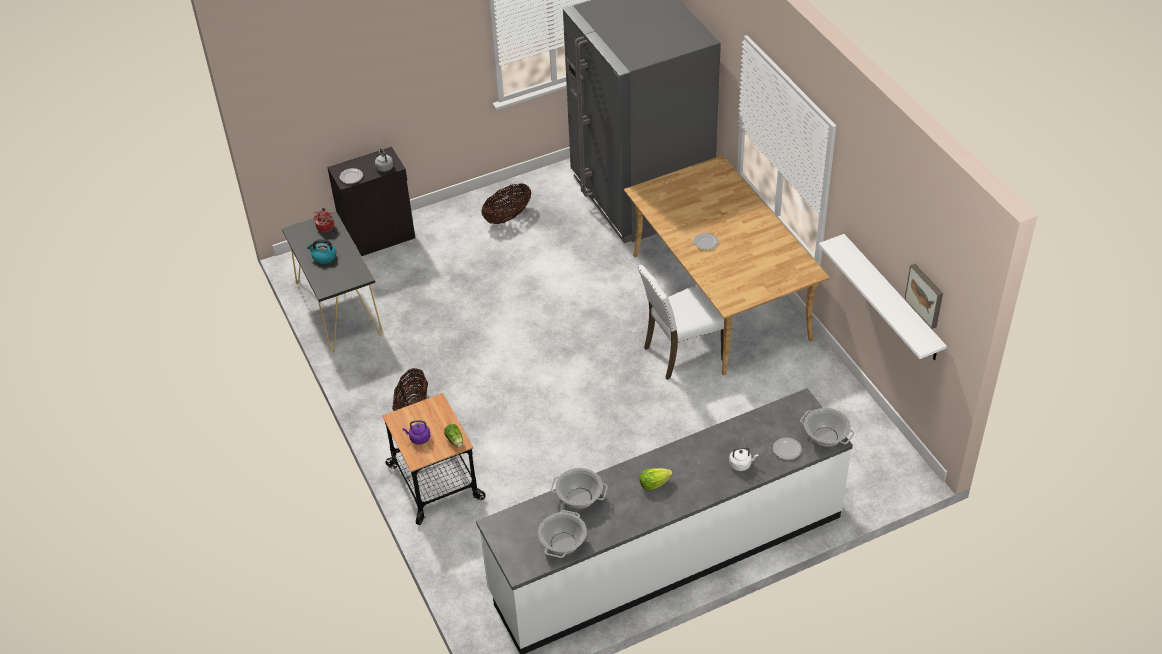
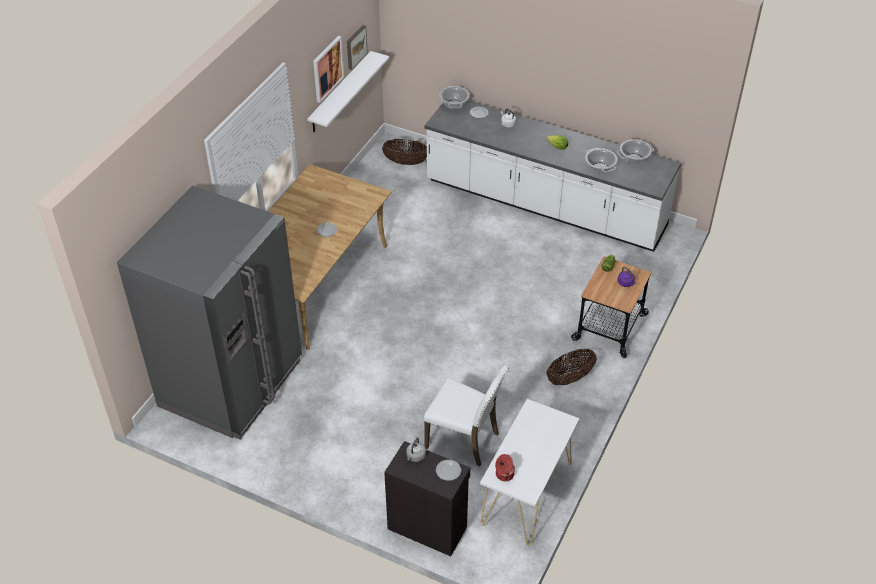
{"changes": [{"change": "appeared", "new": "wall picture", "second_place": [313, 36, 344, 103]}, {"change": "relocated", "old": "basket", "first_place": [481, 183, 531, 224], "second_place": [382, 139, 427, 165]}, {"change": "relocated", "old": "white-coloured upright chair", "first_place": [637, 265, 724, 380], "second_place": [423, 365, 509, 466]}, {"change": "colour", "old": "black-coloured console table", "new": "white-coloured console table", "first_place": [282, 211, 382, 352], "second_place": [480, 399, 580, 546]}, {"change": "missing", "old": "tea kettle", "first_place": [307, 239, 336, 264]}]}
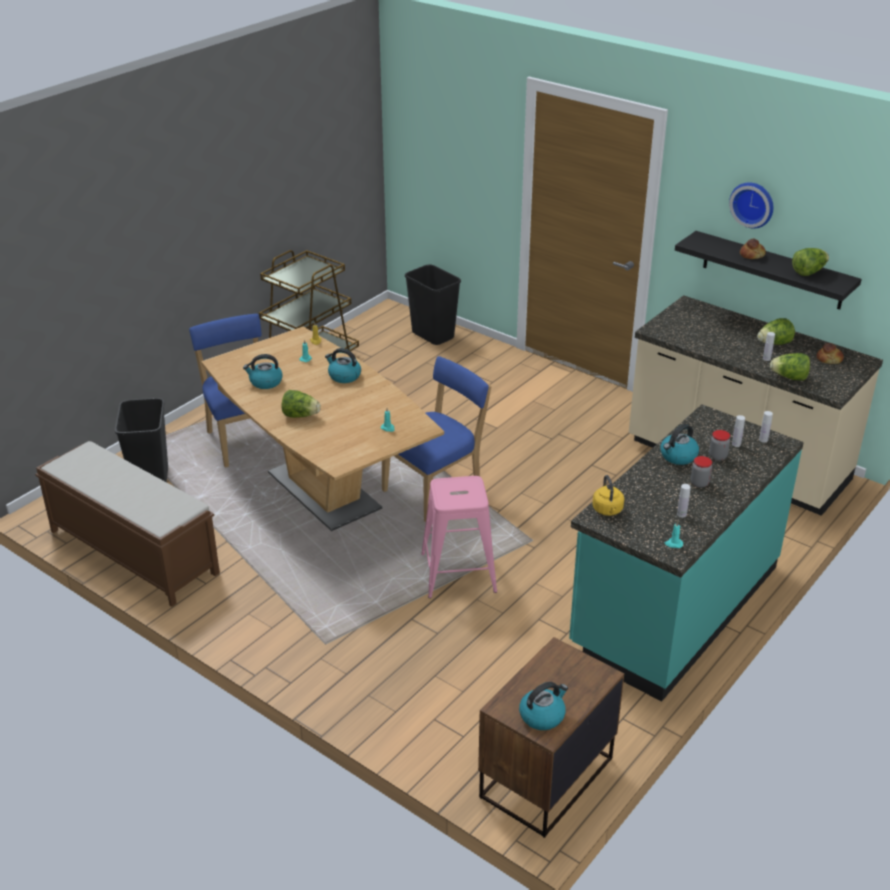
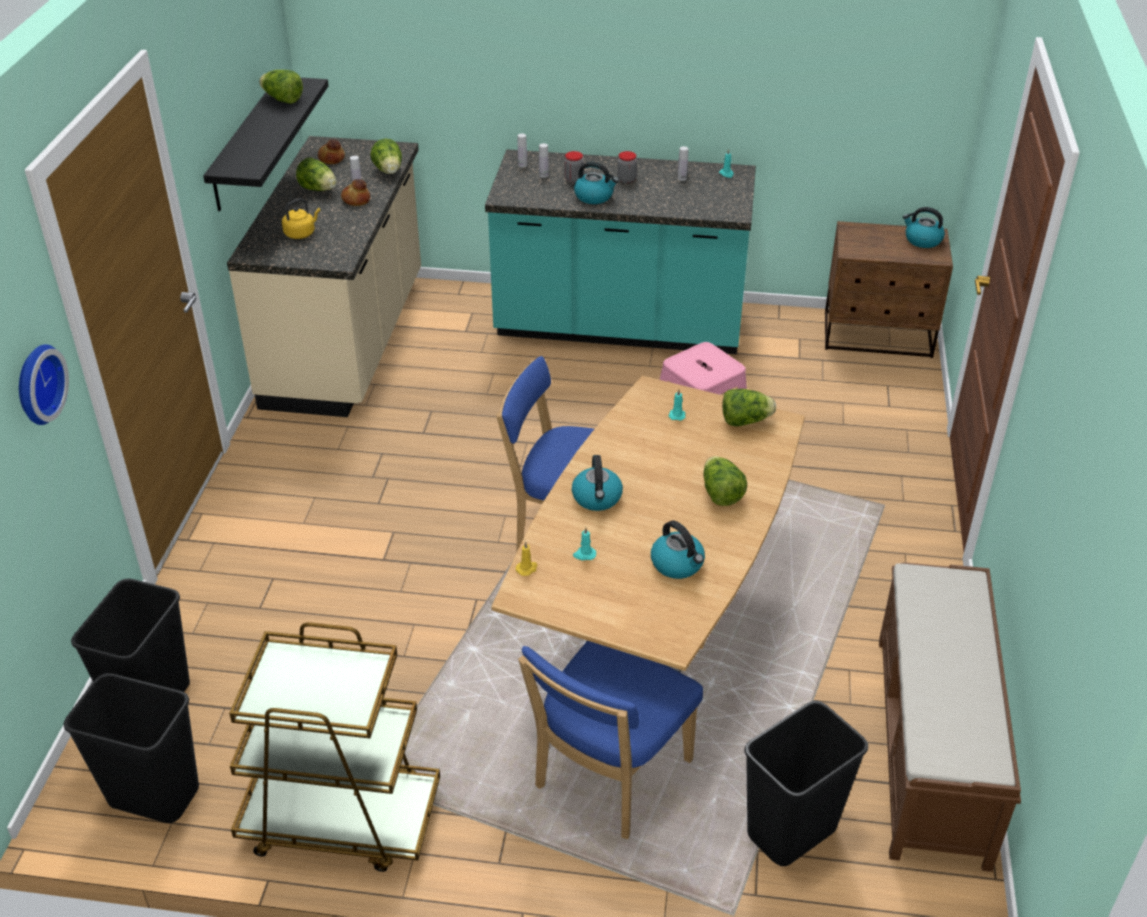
{"changes": [{"change": "relocated", "old": "clock on the wall", "first_place": [729, 182, 773, 229], "second_place": [19, 344, 69, 425]}, {"change": "appeared", "new": "black-coloured waste bin", "second_place": [64, 673, 199, 823]}, {"change": "relocated", "old": "yellowish tea kettle", "first_place": [592, 475, 624, 516], "second_place": [282, 198, 320, 239]}, {"change": "relocated", "old": "baked bread", "first_place": [740, 238, 766, 259], "second_place": [341, 179, 370, 206]}, {"change": "appeared", "new": "lettuce head", "second_place": [722, 389, 776, 426]}]}
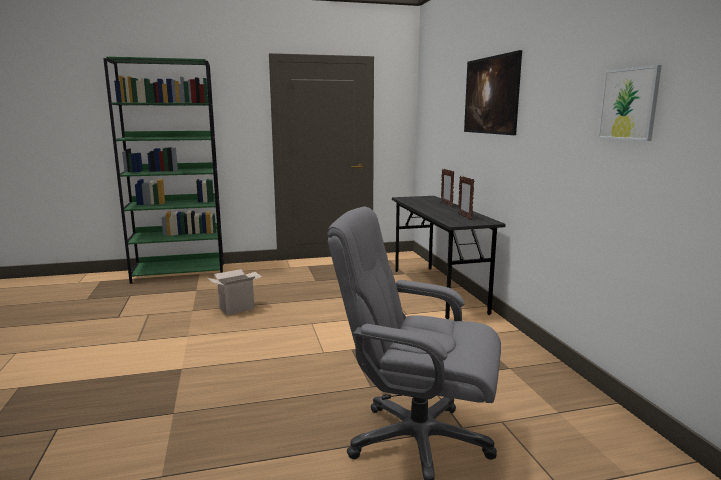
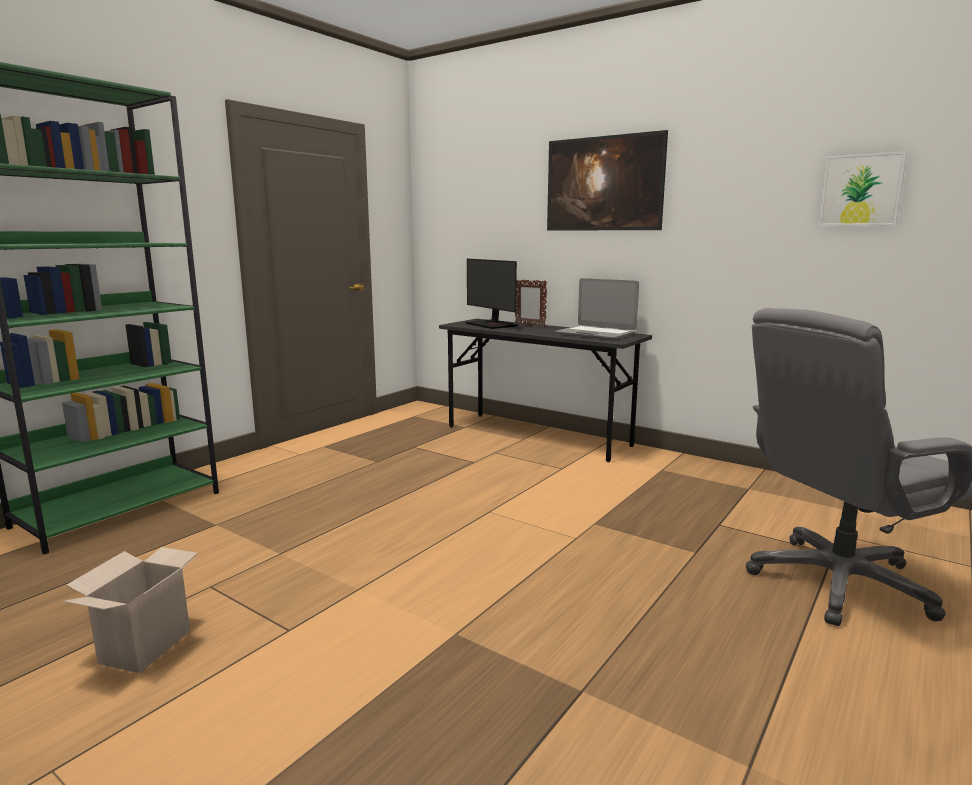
{"changes": [{"change": "relocated", "old": "carton", "first_place": [208, 269, 262, 315], "second_place": [63, 547, 198, 673]}, {"change": "appeared", "new": "monitor", "second_place": [465, 259, 518, 329]}, {"change": "exchanged", "old": "photo frame", "new": "notebook computer", "first_place": [458, 176, 474, 220], "second_place": [555, 278, 639, 339]}]}
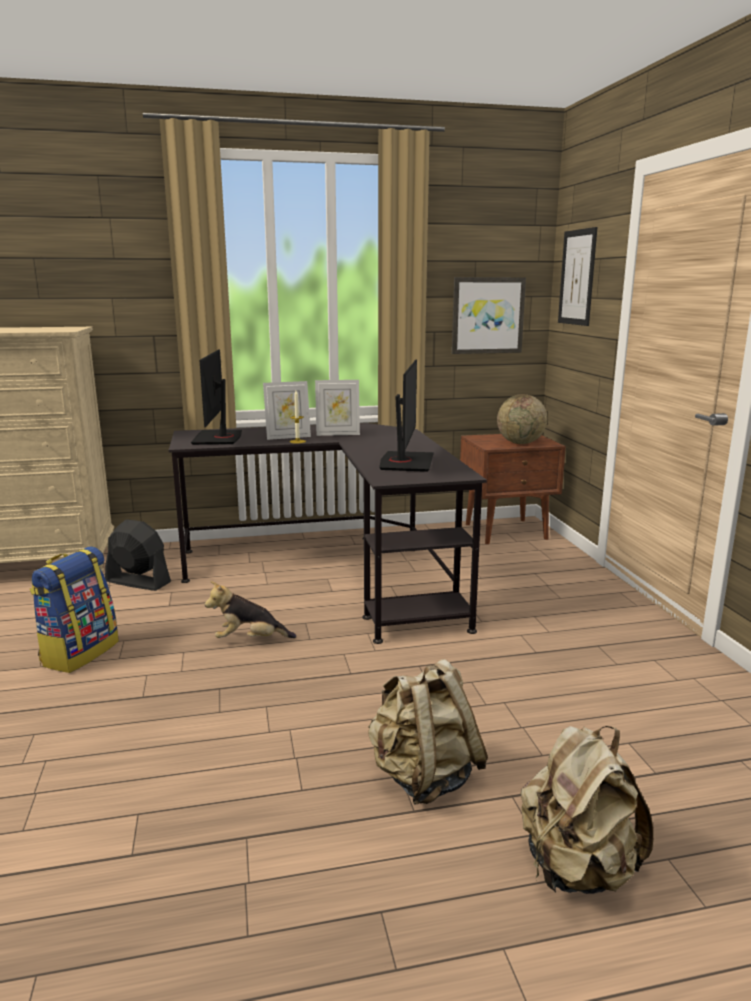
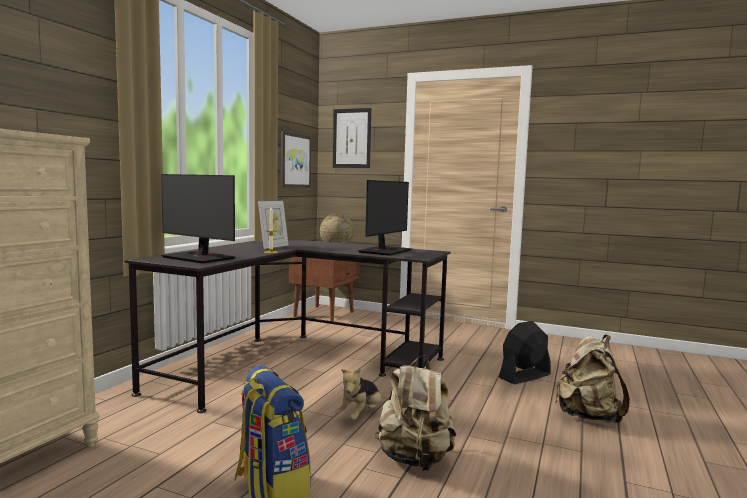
{"changes": [{"change": "spun", "old": "monitor", "first_place": [379, 359, 434, 472], "second_place": [358, 180, 413, 256], "degrees": 75}, {"change": "relocated", "old": "sand-coloured rucksack", "first_place": [521, 726, 653, 894], "second_place": [375, 355, 457, 471]}, {"change": "relocated", "old": "black-coloured fan", "first_place": [105, 519, 171, 591], "second_place": [499, 321, 551, 384]}, {"change": "missing", "old": "photo frame", "first_place": [263, 381, 311, 440]}]}
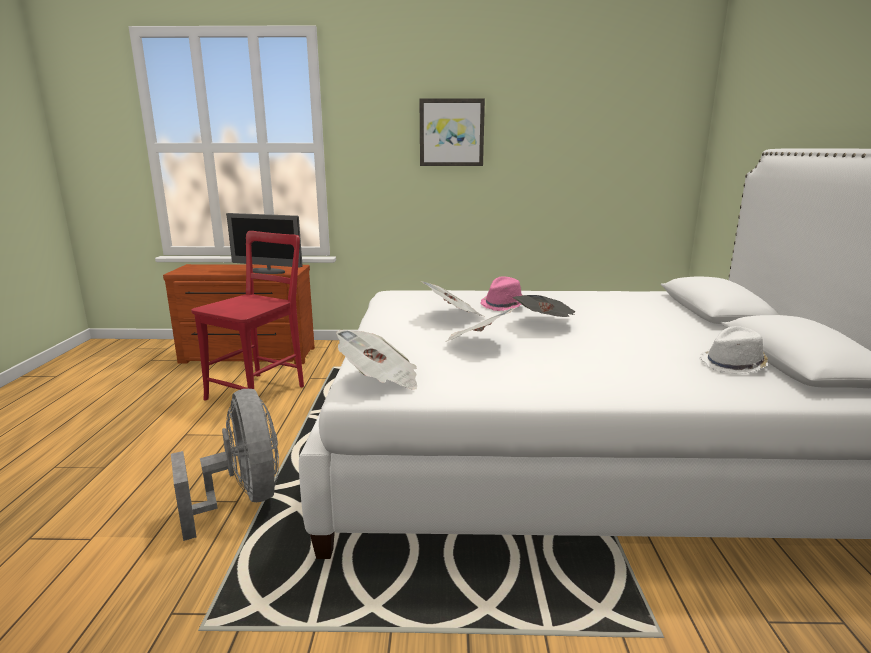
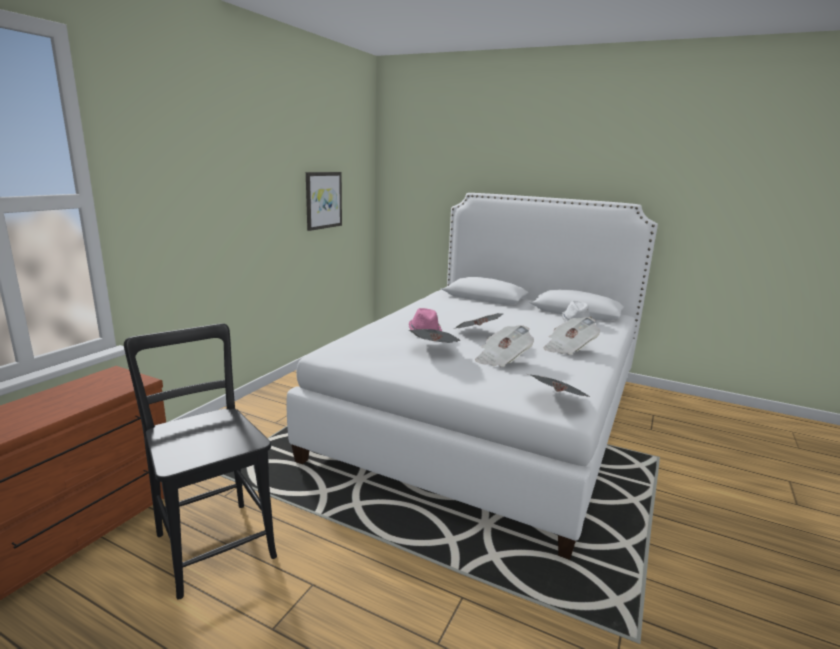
{"changes": [{"change": "colour", "old": "red-coloured upright chair", "new": "black-coloured upright chair", "first_place": [191, 231, 304, 400], "second_place": [124, 323, 277, 600]}, {"change": "relocated", "old": "wall picture", "first_place": [420, 98, 485, 166], "second_place": [306, 172, 342, 231]}, {"change": "appeared", "new": "printed paper", "second_place": [544, 317, 600, 355]}, {"change": "missing", "old": "gray fan", "first_place": [171, 389, 279, 541]}, {"change": "missing", "old": "monitor", "first_place": [226, 213, 303, 274]}]}
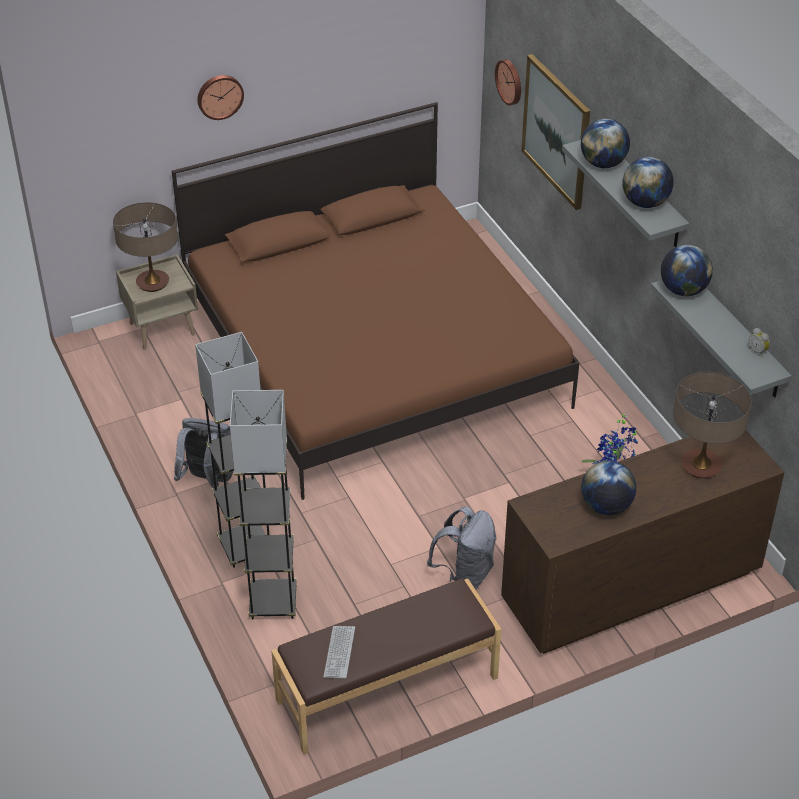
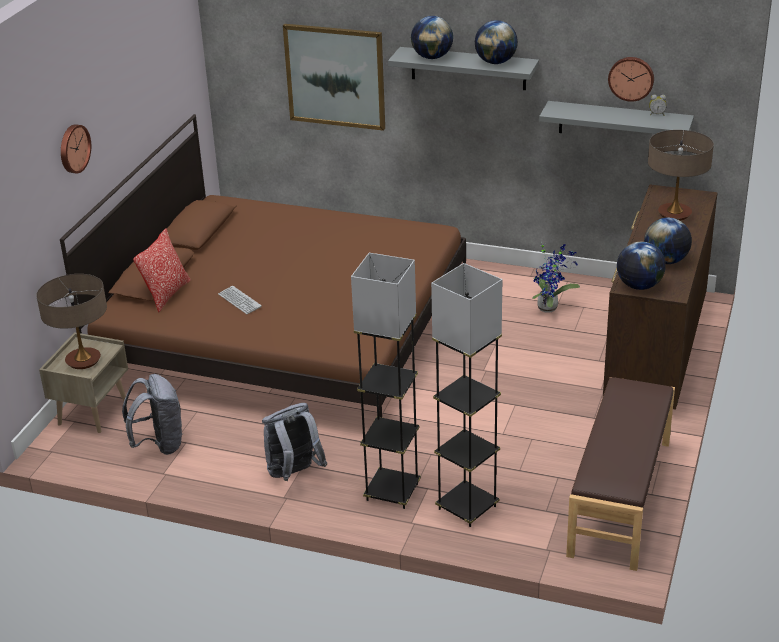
{"changes": [{"change": "relocated", "old": "gray rucksack", "first_place": [427, 507, 496, 590], "second_place": [122, 374, 183, 455]}, {"change": "appeared", "new": "throw pillow", "second_place": [133, 228, 191, 312]}, {"change": "relocated", "old": "computer keyboard", "first_place": [323, 626, 355, 679], "second_place": [218, 286, 262, 314]}, {"change": "relocated", "old": "clock on the wall", "first_place": [495, 59, 521, 105], "second_place": [608, 57, 654, 102]}, {"change": "relocated", "old": "desk globe", "first_place": [661, 245, 713, 296], "second_place": [617, 242, 666, 290]}]}
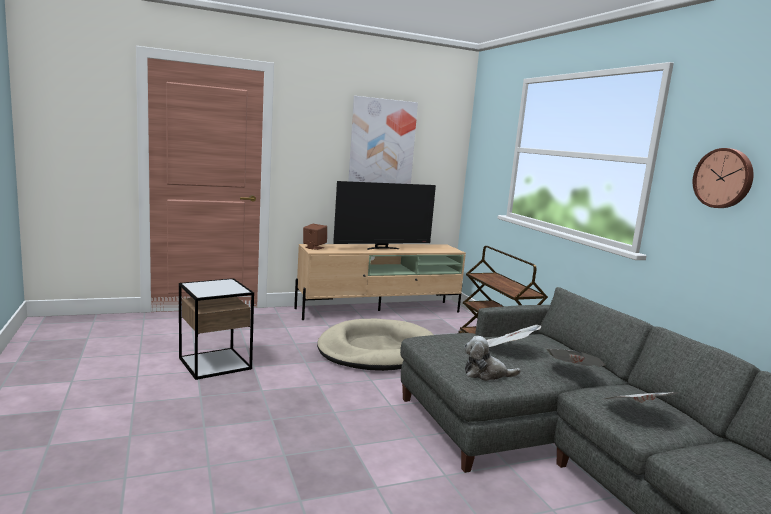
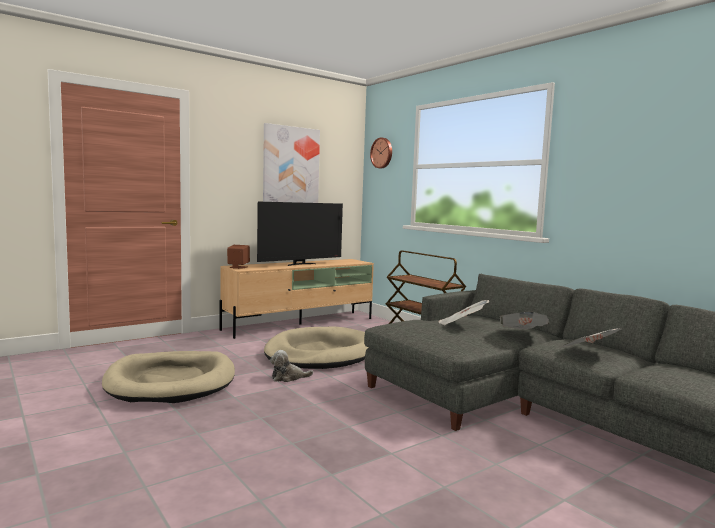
{"changes": [{"change": "exchanged", "old": "side table", "new": "sand-coloured dog bed", "first_place": [179, 278, 254, 380], "second_place": [102, 351, 235, 403]}, {"change": "relocated", "old": "cuddly toy", "first_place": [464, 336, 521, 381], "second_place": [270, 350, 313, 382]}, {"change": "relocated", "old": "clock on the wall", "first_place": [693, 148, 754, 208], "second_place": [370, 137, 392, 168]}]}
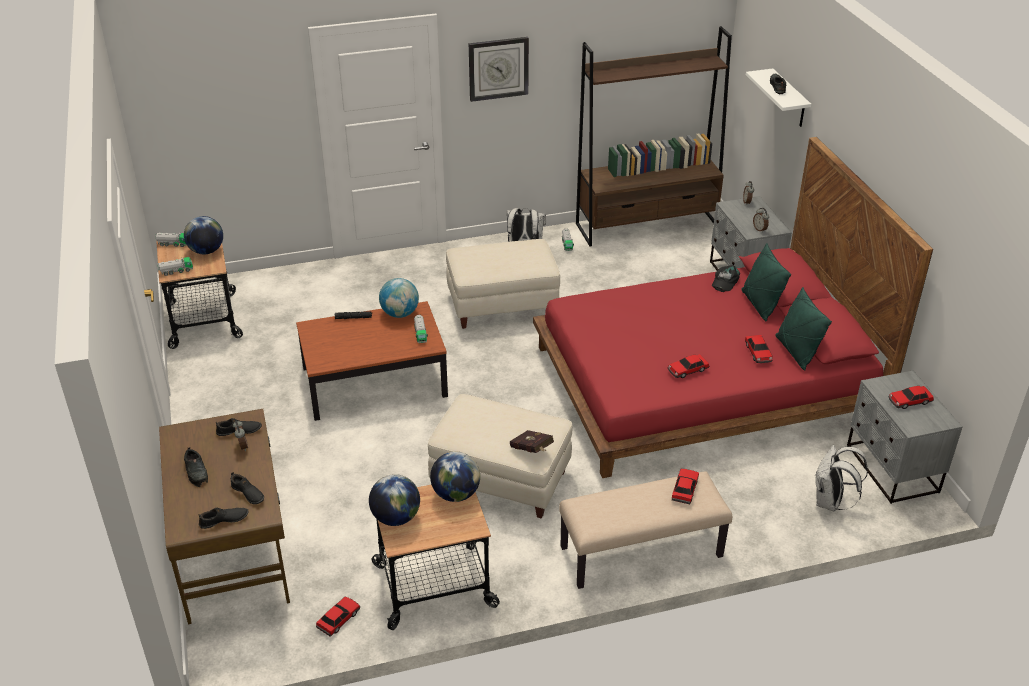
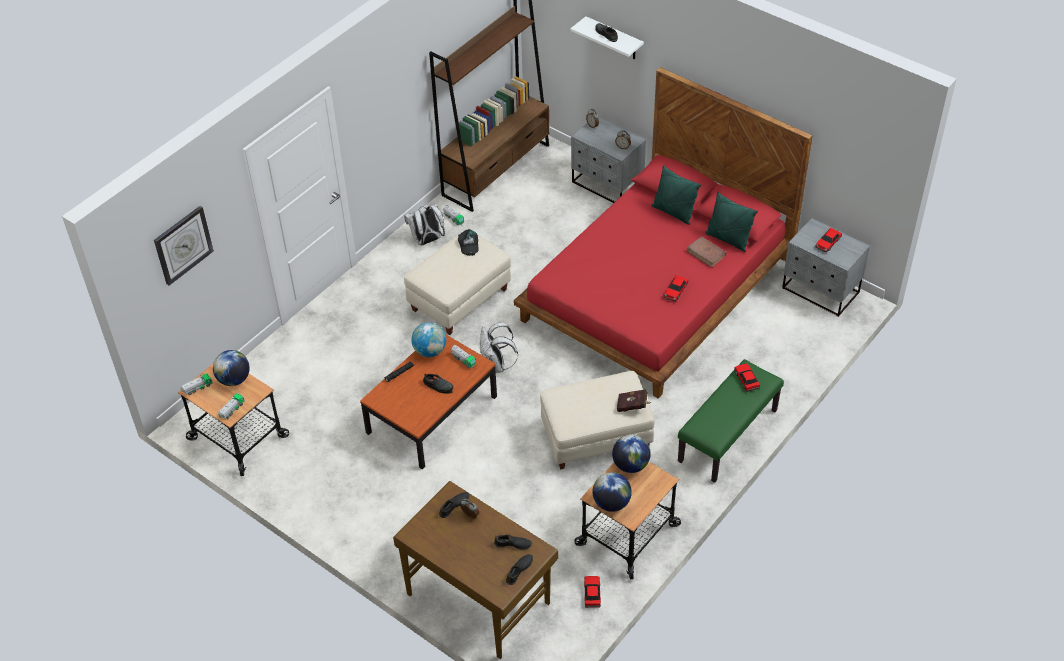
{"changes": [{"change": "relocated", "old": "clock on the wall", "first_place": [469, 37, 529, 102], "second_place": [154, 206, 214, 286]}, {"change": "relocated", "old": "black-coloured item of footwear", "first_place": [184, 447, 208, 487], "second_place": [423, 373, 453, 394]}, {"change": "relocated", "old": "black-coloured cap", "first_place": [712, 265, 740, 292], "second_place": [458, 229, 479, 256]}, {"change": "relocated", "old": "white-coloured rucksack", "first_place": [815, 445, 868, 511], "second_place": [480, 322, 518, 373]}, {"change": "colour", "old": "sand-coloured bench", "new": "greenish bench", "first_place": [559, 471, 732, 589], "second_place": [678, 359, 784, 483]}, {"change": "exchanged", "old": "model car", "new": "brownish volume", "first_place": [745, 335, 773, 363], "second_place": [687, 236, 727, 267]}]}
